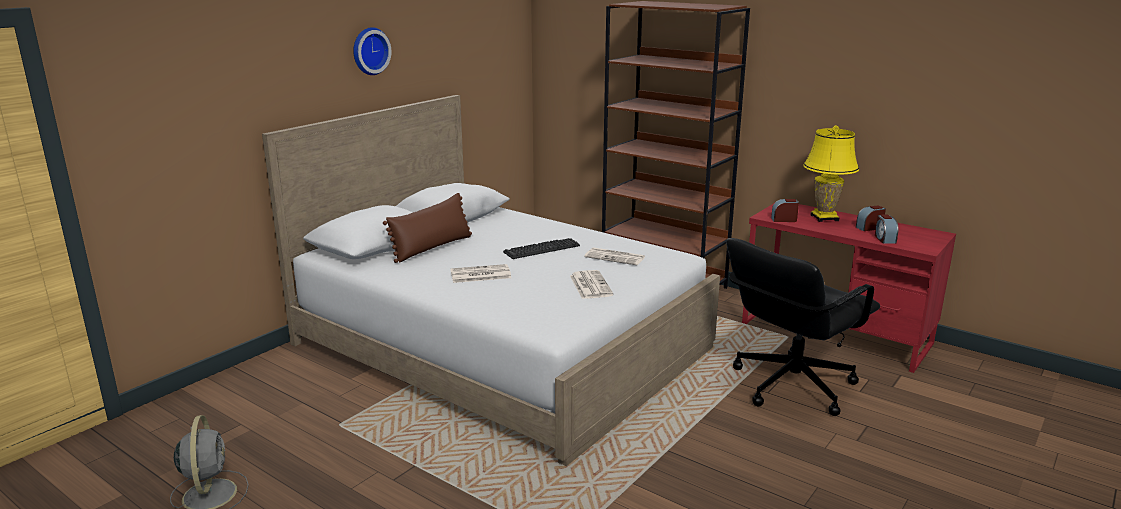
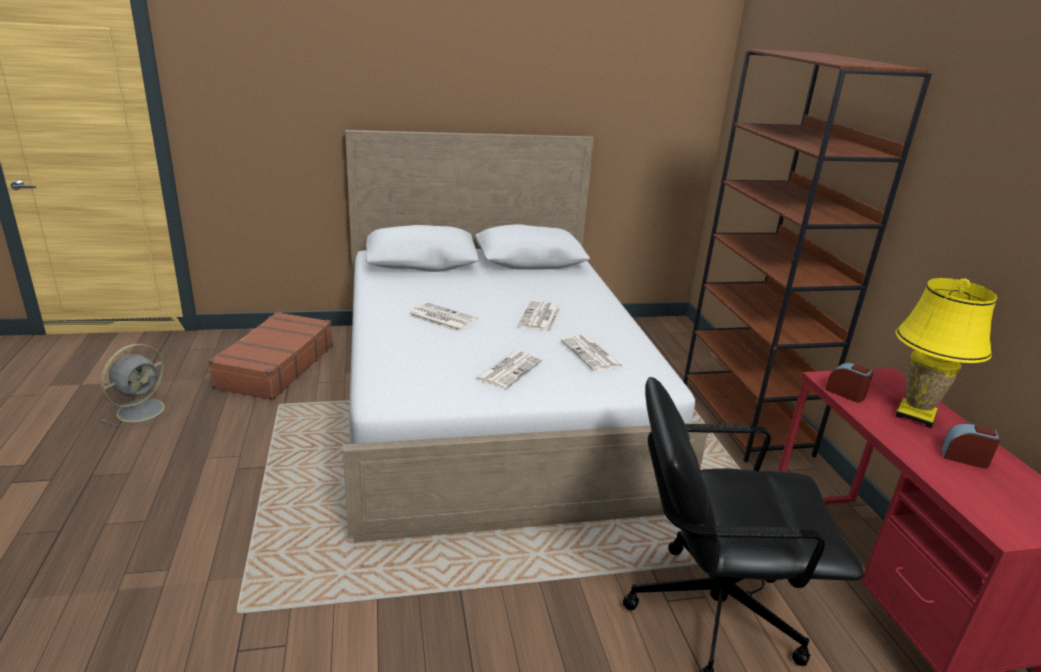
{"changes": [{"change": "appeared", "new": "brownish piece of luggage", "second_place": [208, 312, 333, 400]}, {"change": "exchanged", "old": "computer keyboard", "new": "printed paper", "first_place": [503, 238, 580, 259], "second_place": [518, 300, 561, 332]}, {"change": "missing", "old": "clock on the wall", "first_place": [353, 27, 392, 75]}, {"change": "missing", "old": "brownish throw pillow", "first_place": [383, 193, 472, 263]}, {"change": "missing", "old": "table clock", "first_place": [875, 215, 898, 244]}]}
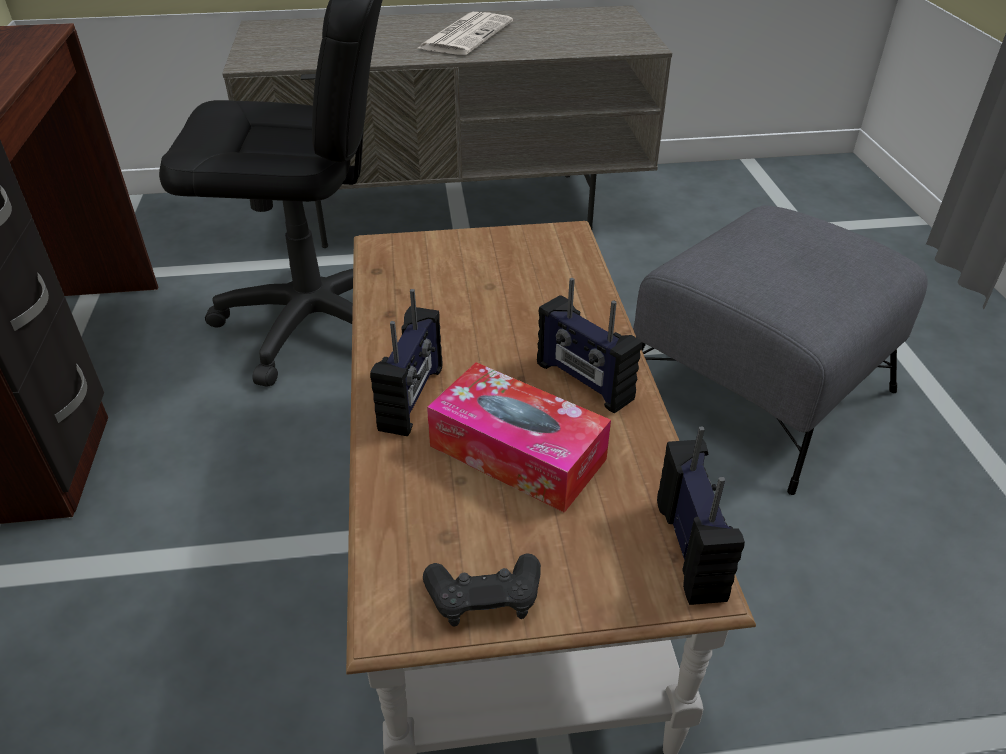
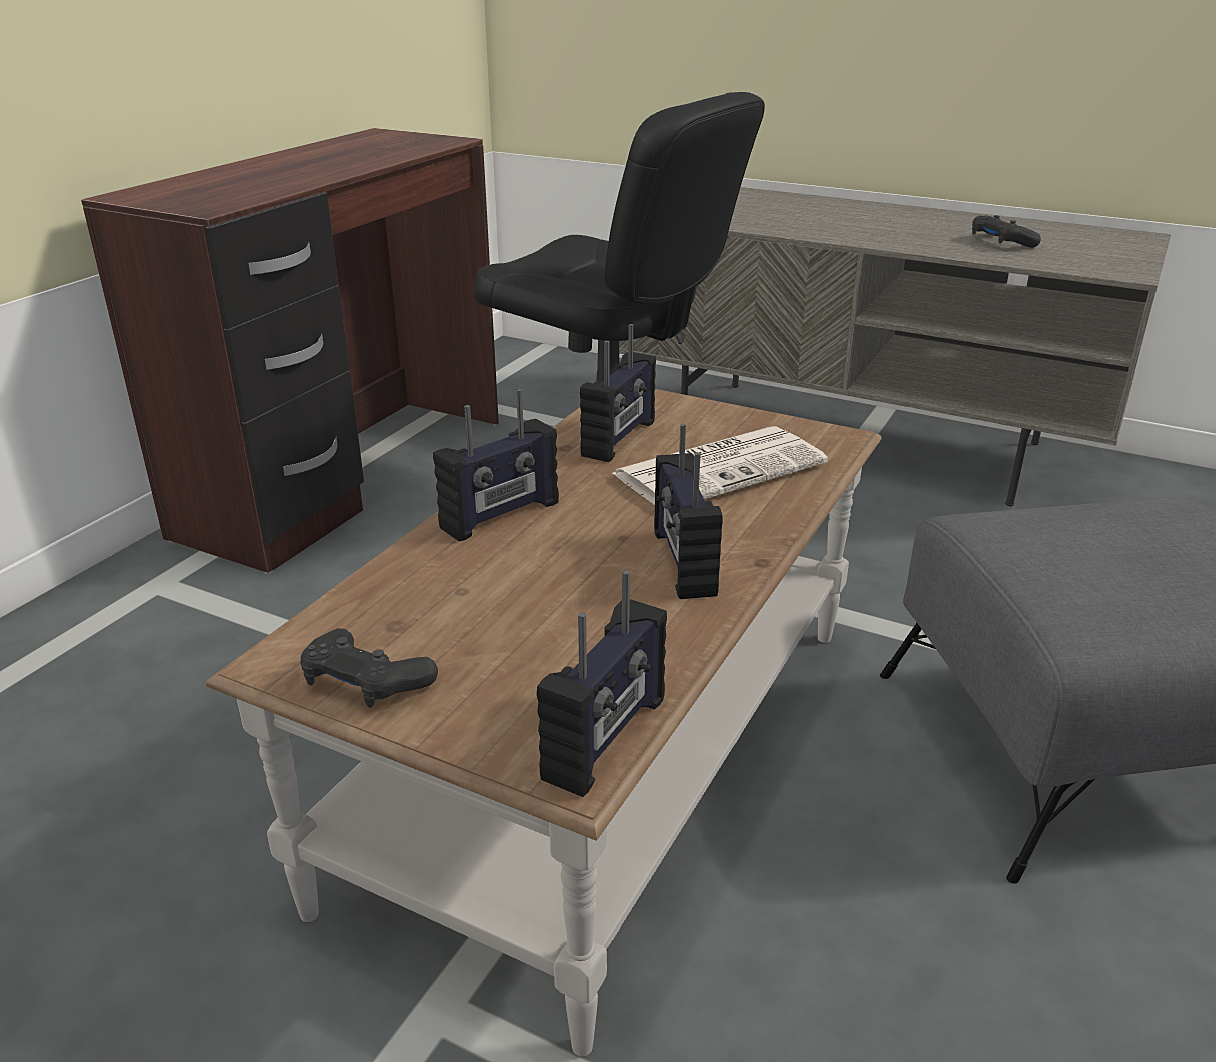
{"changes": [{"change": "appeared", "new": "radio set", "second_place": [580, 324, 656, 462]}, {"change": "relocated", "old": "printed paper", "first_place": [416, 12, 513, 55], "second_place": [612, 426, 828, 505]}, {"change": "appeared", "new": "black-coloured game controller", "second_place": [972, 215, 1041, 248]}, {"change": "missing", "old": "tissue box", "first_place": [427, 362, 611, 513]}]}
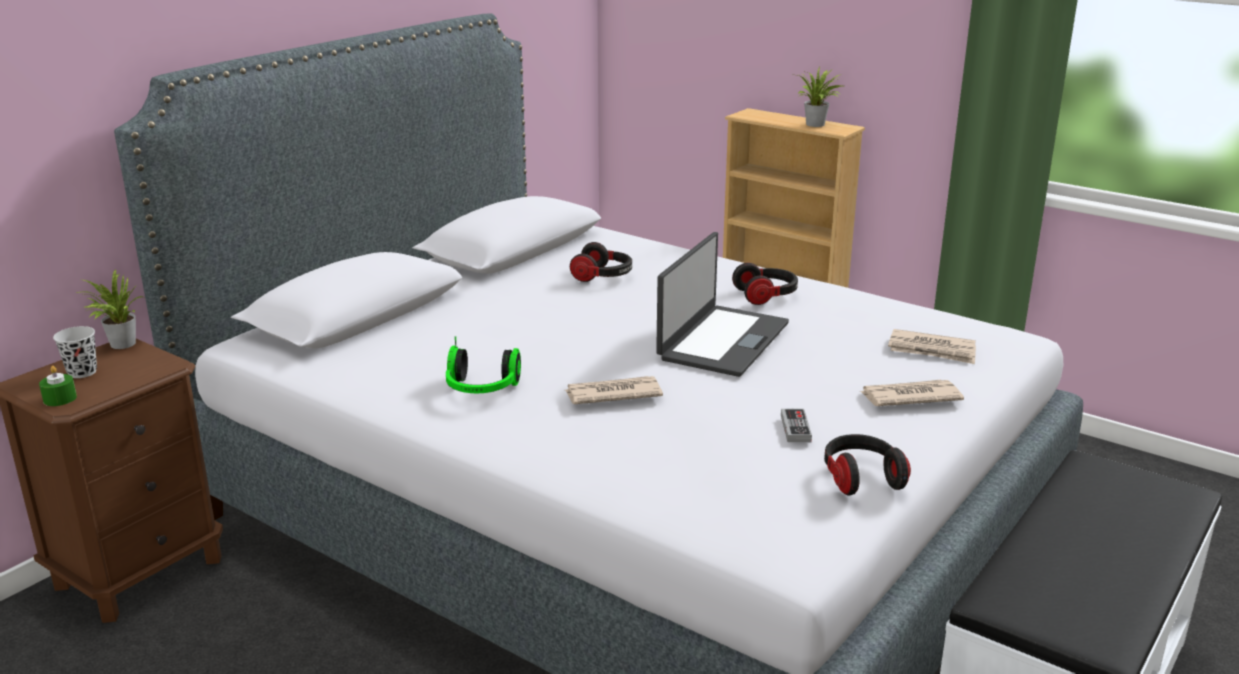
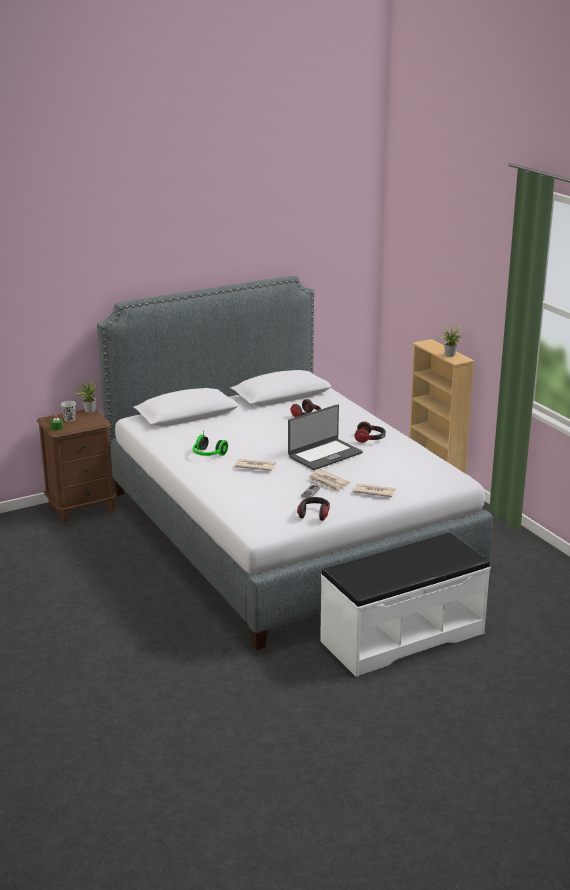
{"changes": [{"change": "relocated", "old": "printed paper", "first_place": [888, 329, 976, 364], "second_place": [308, 470, 350, 492]}]}
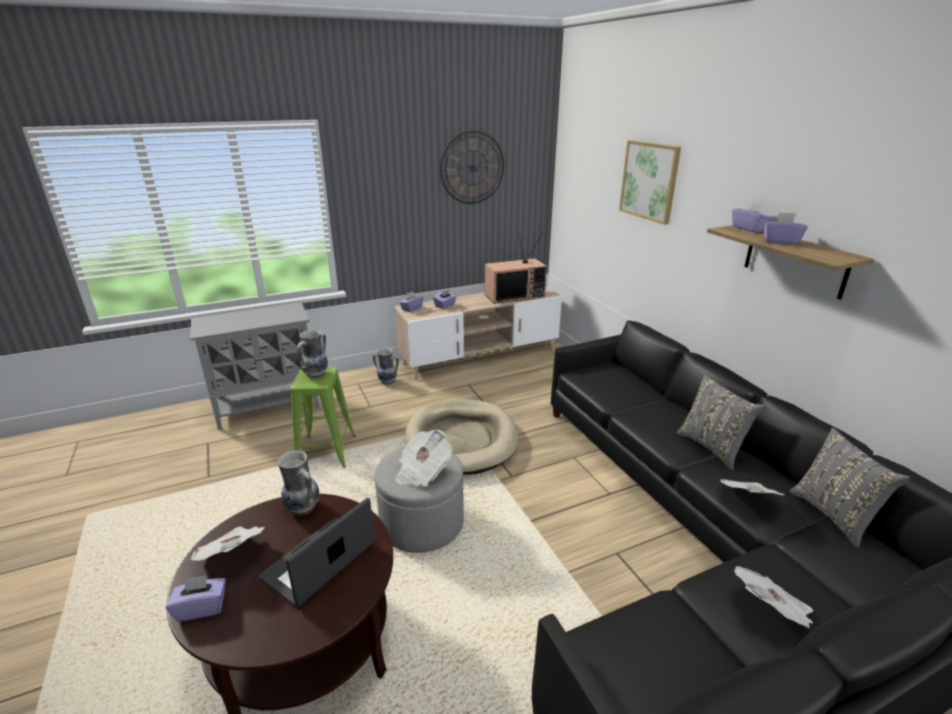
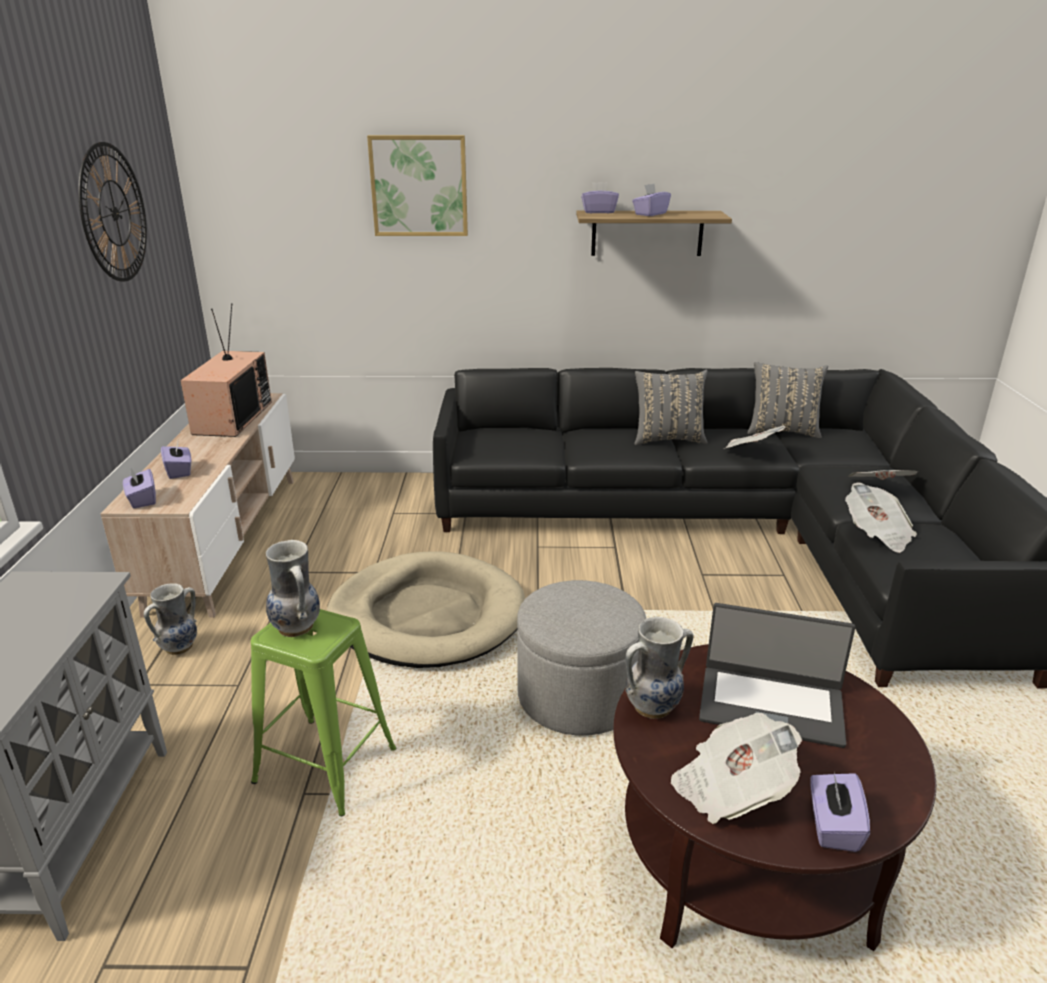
{"changes": [{"change": "spun", "old": "notebook computer", "first_place": [258, 498, 375, 607], "second_place": [699, 603, 855, 748], "degrees": -45}, {"change": "relocated", "old": "printed paper", "first_place": [395, 430, 452, 487], "second_place": [845, 482, 917, 553]}]}
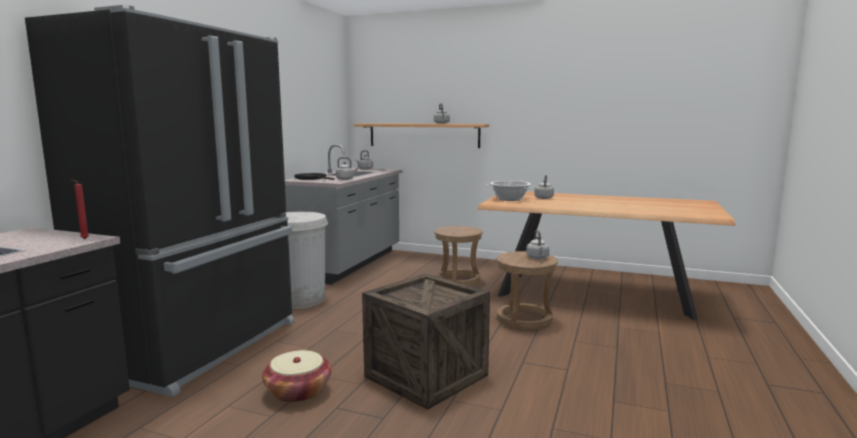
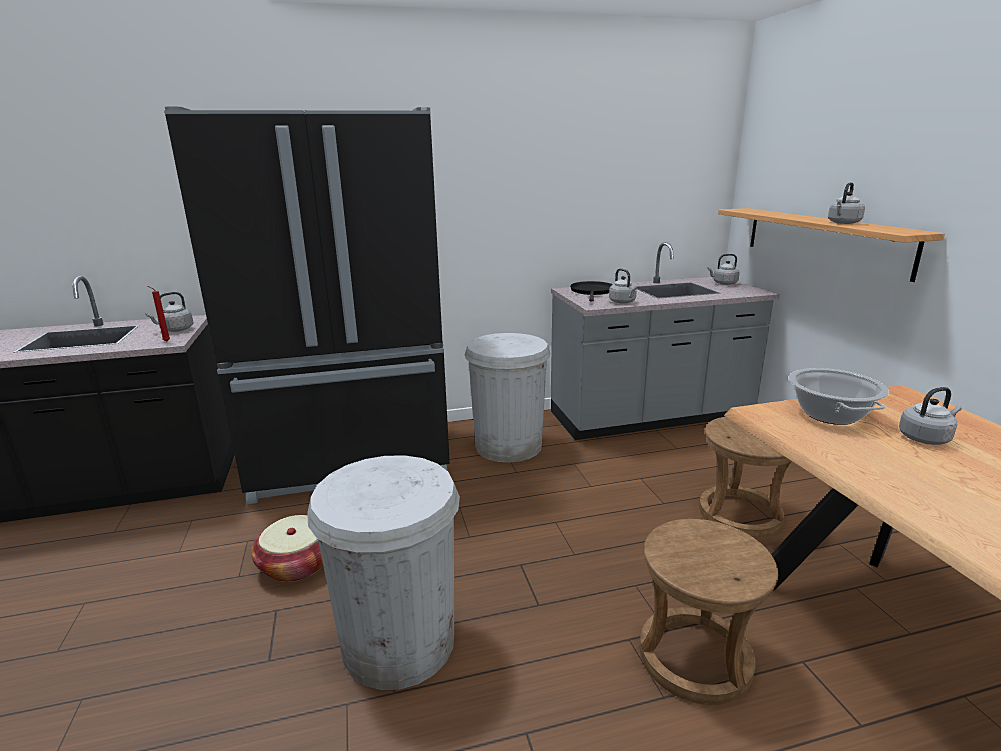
{"changes": [{"change": "relocated", "old": "gray tea kettle", "first_place": [526, 230, 550, 259], "second_place": [145, 292, 194, 332]}, {"change": "exchanged", "old": "crate", "new": "white-coloured waste bin", "first_place": [362, 274, 490, 410], "second_place": [307, 455, 460, 690]}]}
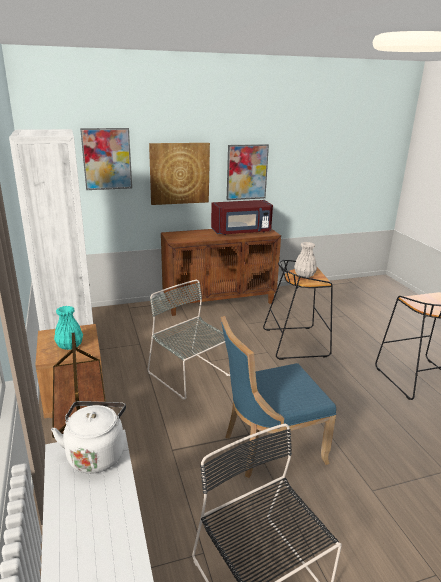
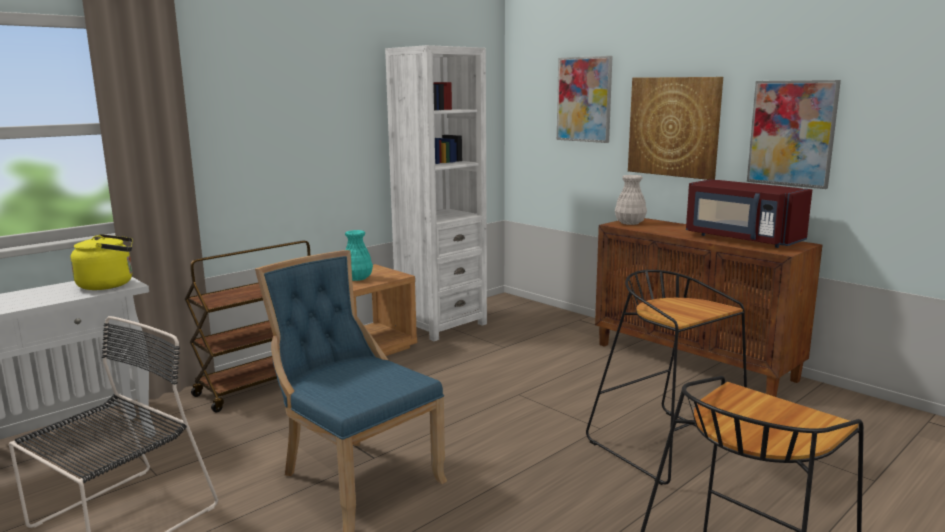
{"changes": [{"change": "colour", "old": "white-coloured tea kettle", "new": "yellowish tea kettle", "first_place": [51, 401, 126, 474], "second_place": [70, 234, 133, 290]}, {"change": "relocated", "old": "white-coloured vase", "first_place": [294, 242, 317, 278], "second_place": [615, 175, 647, 225]}, {"change": "missing", "old": "gray upright chair", "first_place": [148, 280, 230, 400]}]}
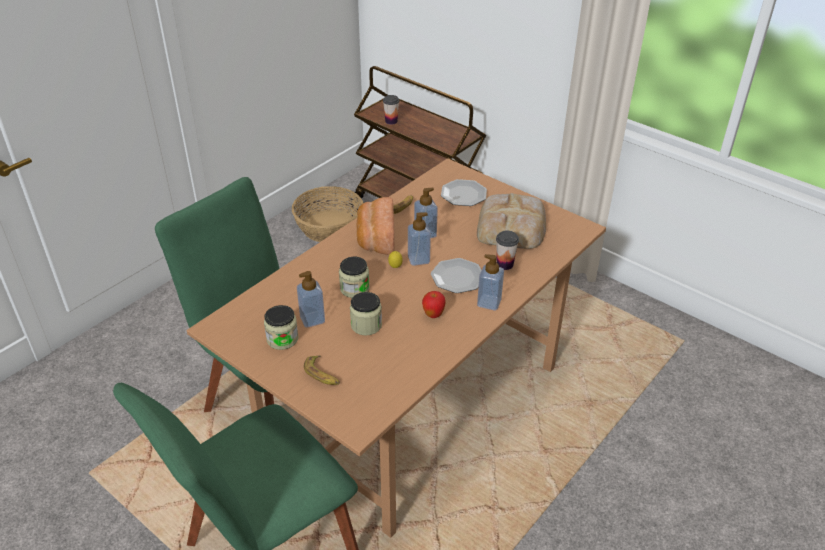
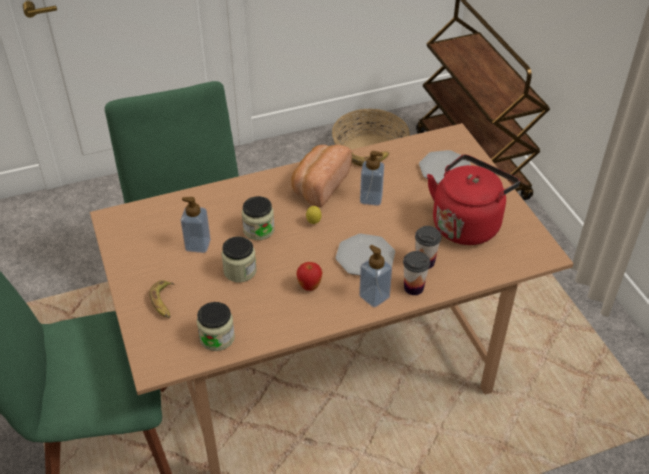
{"changes": [{"change": "relocated", "old": "jar", "first_place": [264, 305, 298, 350], "second_place": [197, 302, 235, 351]}, {"change": "relocated", "old": "small cup", "first_place": [383, 95, 399, 125], "second_place": [403, 251, 430, 295]}, {"change": "exchanged", "old": "baked bread", "new": "red-coloured tea kettle", "first_place": [477, 193, 546, 249], "second_place": [427, 155, 520, 245]}, {"change": "missing", "old": "soap dispenser", "first_place": [408, 213, 431, 266]}]}
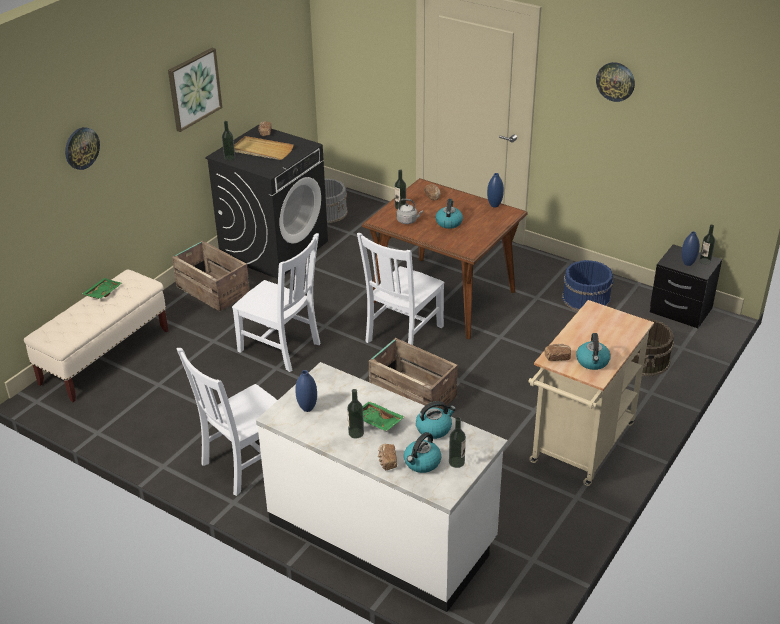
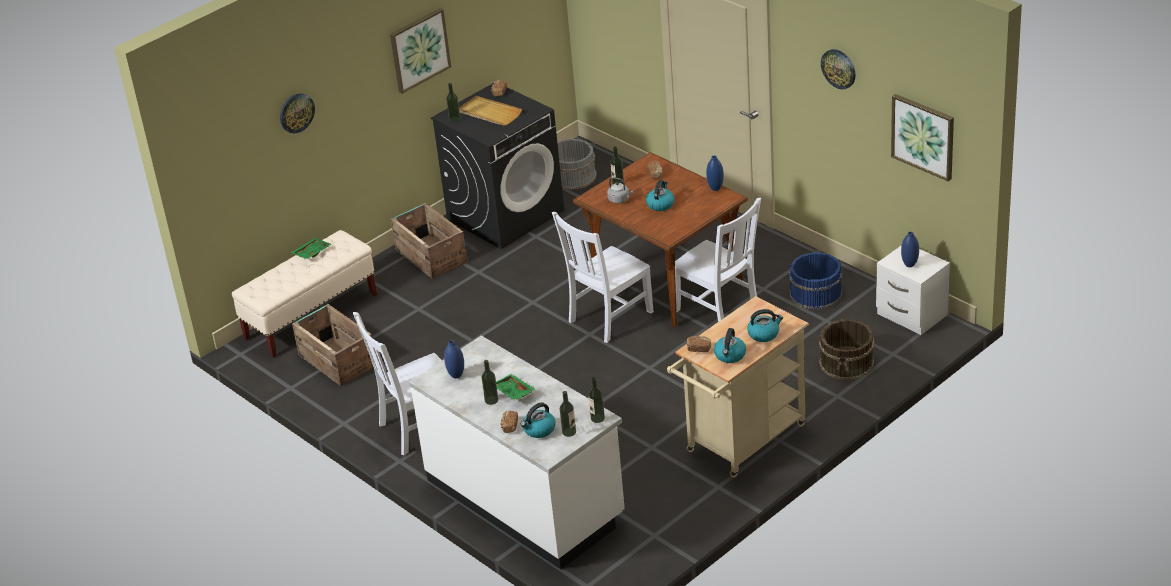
{"changes": [{"change": "relocated", "old": "crate", "first_place": [369, 338, 458, 409], "second_place": [292, 304, 374, 386]}, {"change": "relocated", "old": "drink bottle", "first_place": [699, 224, 715, 264], "second_place": [588, 377, 605, 423]}, {"change": "relocated", "old": "white-coloured upright chair", "first_place": [232, 233, 320, 372], "second_place": [675, 198, 761, 322]}, {"change": "relocated", "old": "tea kettle", "first_place": [416, 401, 456, 439], "second_place": [747, 309, 783, 342]}, {"change": "colour", "old": "black-coloured nightstand", "new": "white-coloured nightstand", "first_place": [650, 244, 722, 328], "second_place": [876, 245, 950, 335]}, {"change": "appeared", "new": "wall picture", "second_place": [891, 94, 954, 181]}]}
